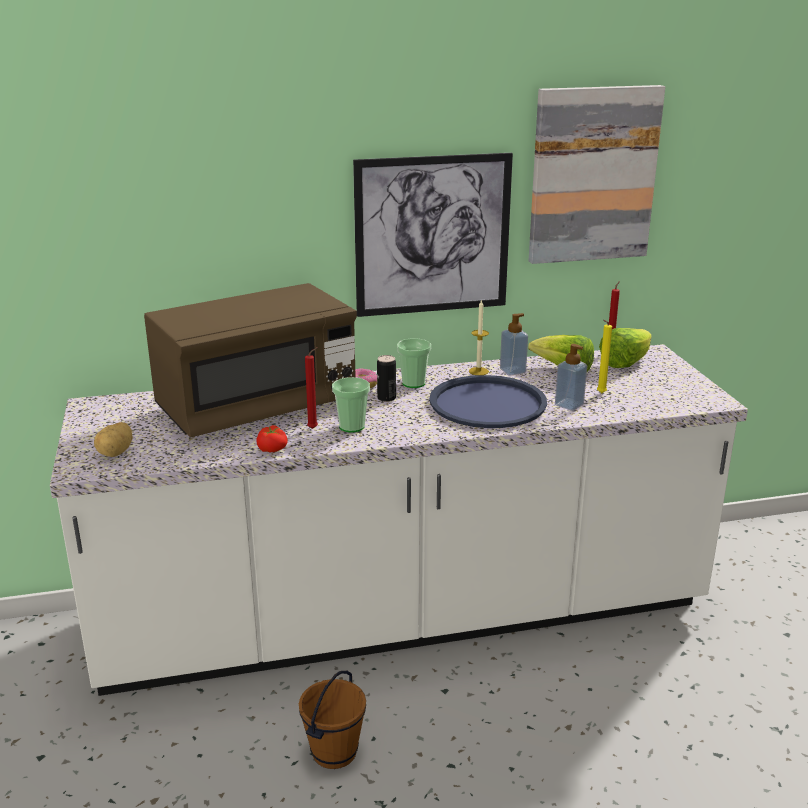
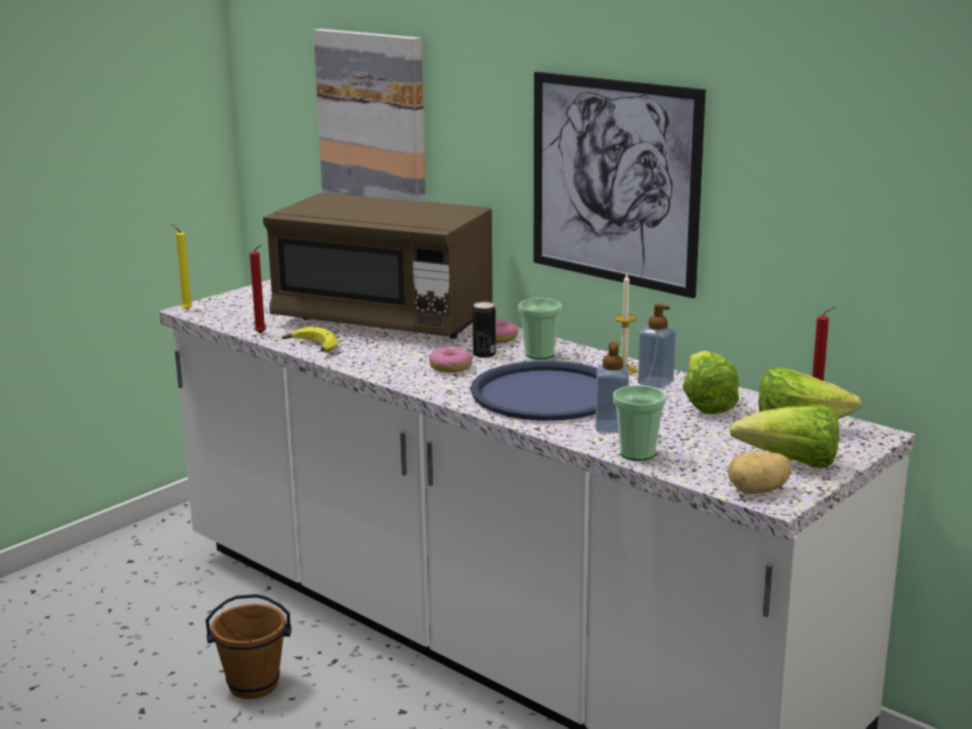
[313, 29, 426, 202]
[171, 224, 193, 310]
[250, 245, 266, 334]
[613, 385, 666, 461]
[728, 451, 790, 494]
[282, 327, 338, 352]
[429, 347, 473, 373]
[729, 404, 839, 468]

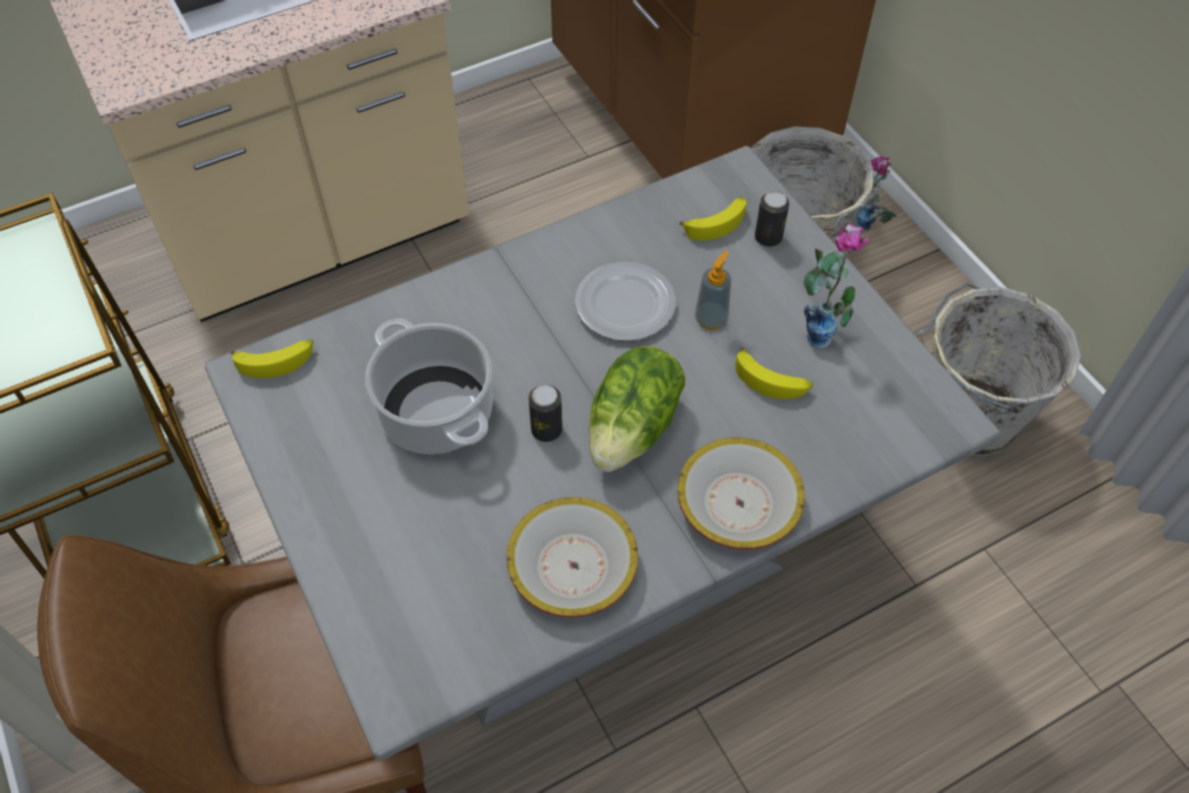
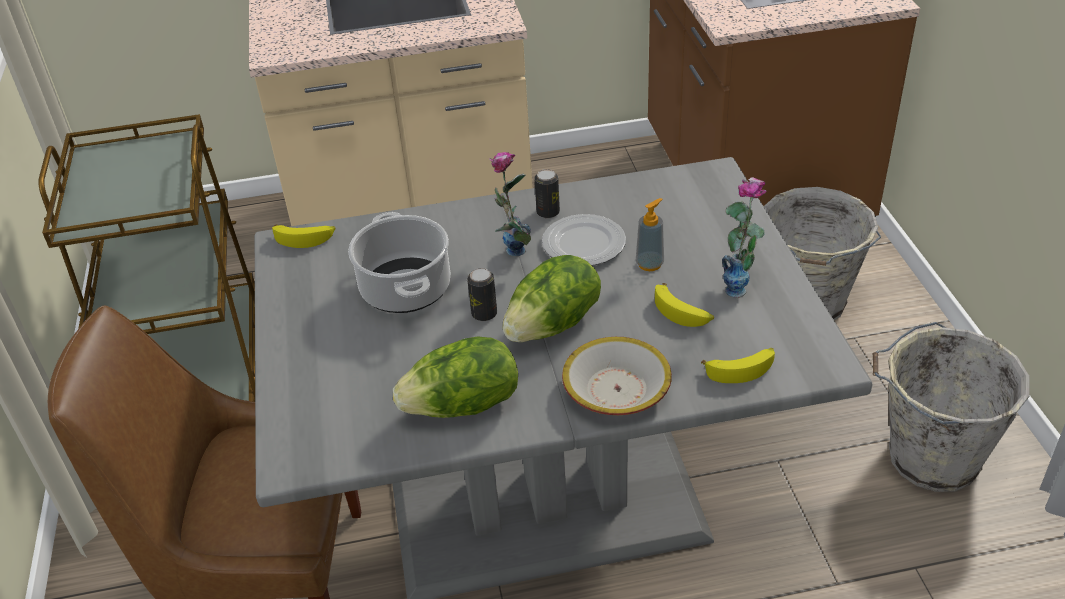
[490, 152, 531, 256]
[534, 169, 560, 219]
[701, 348, 775, 383]
[393, 337, 518, 418]

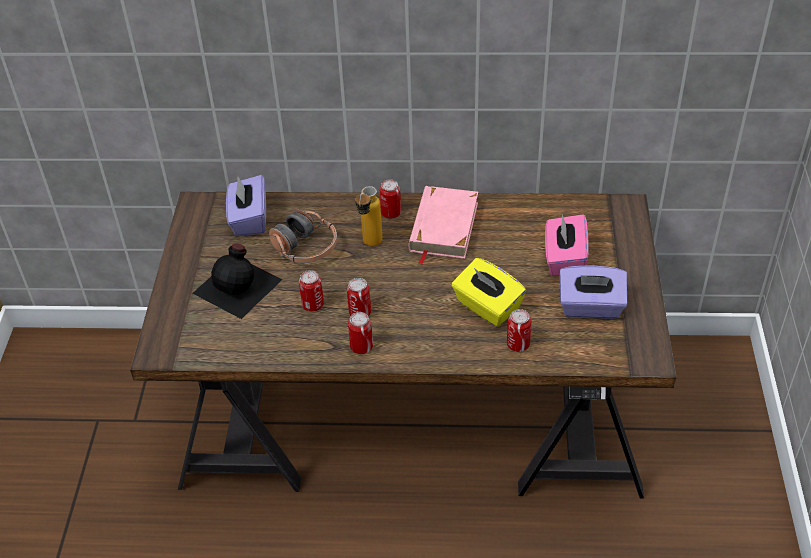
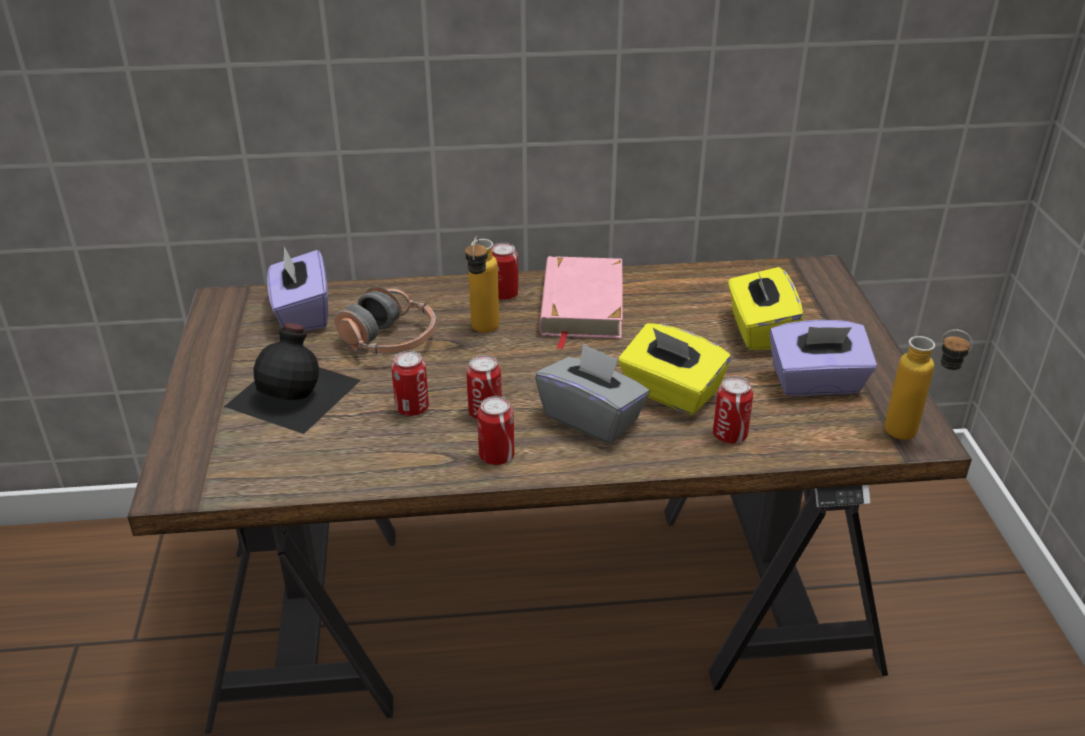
[728, 261, 803, 350]
[884, 329, 973, 440]
[535, 343, 650, 444]

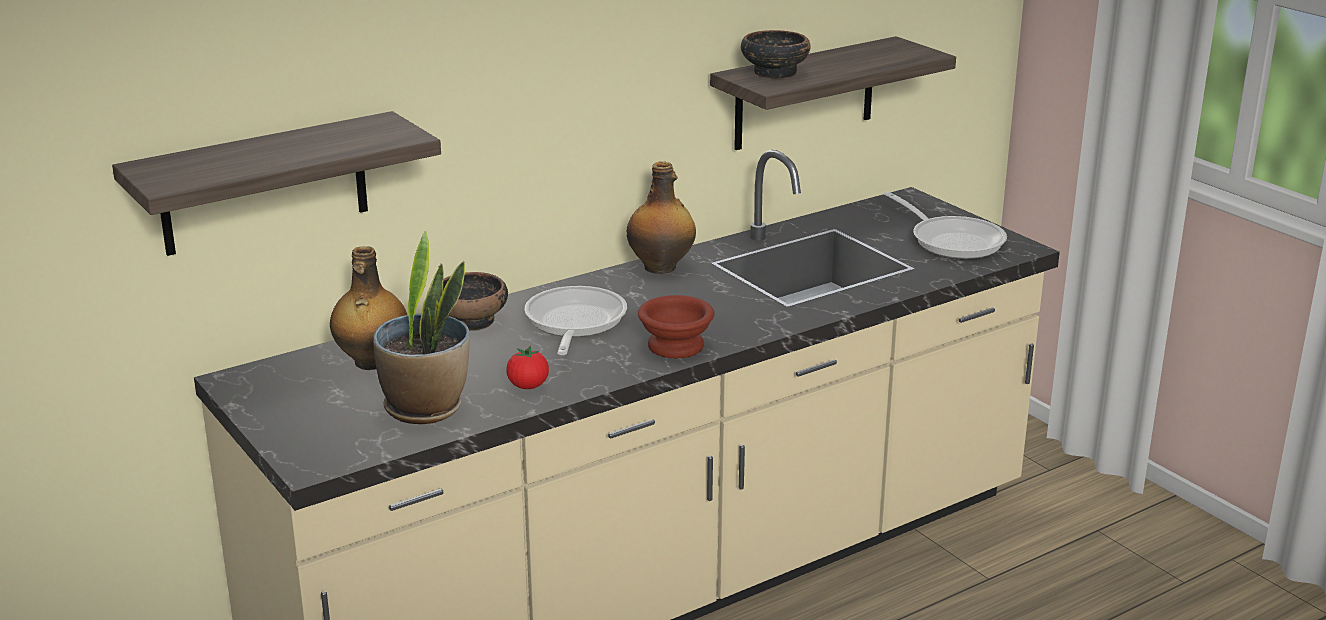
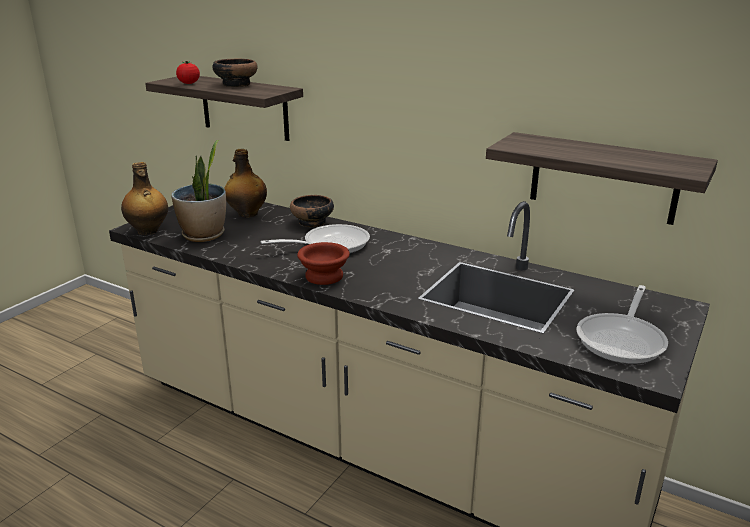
[212, 59, 258, 87]
[121, 162, 168, 235]
[176, 61, 200, 84]

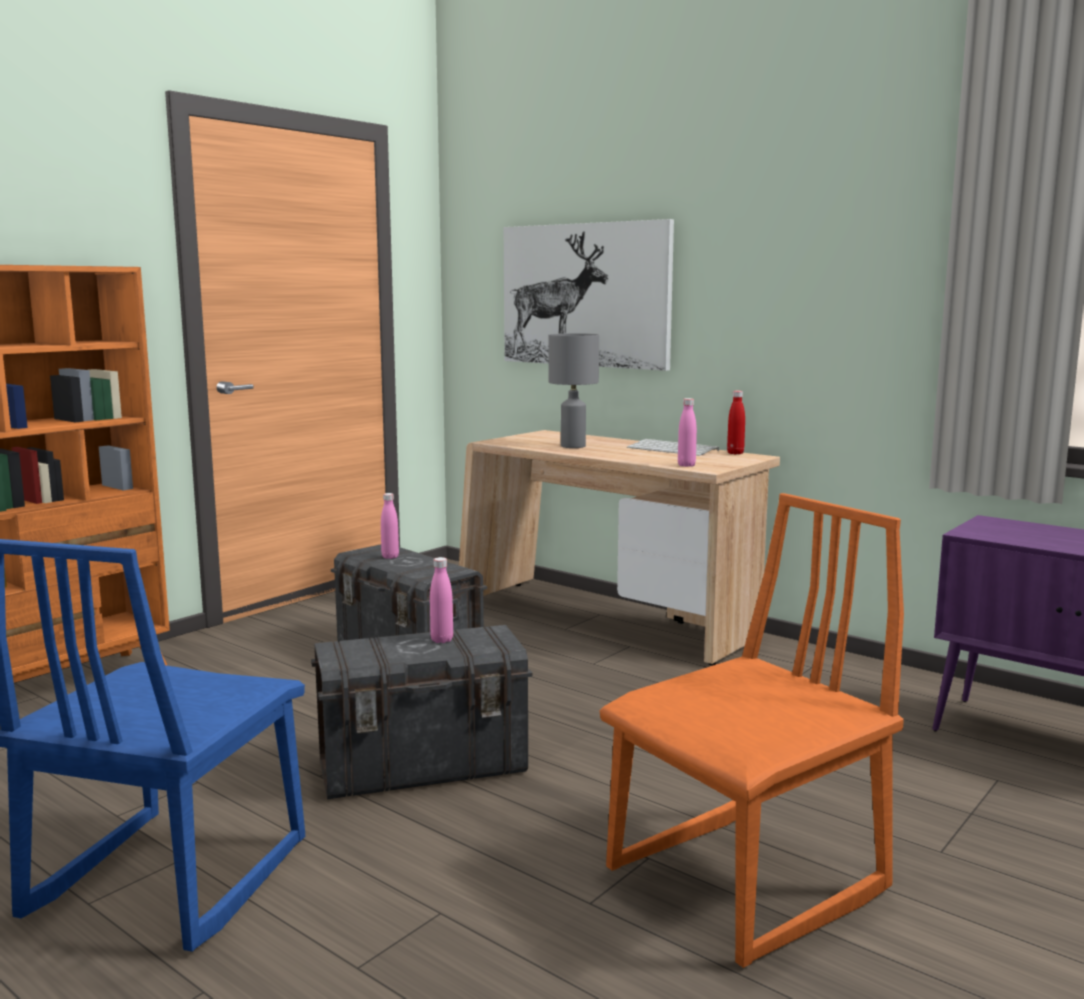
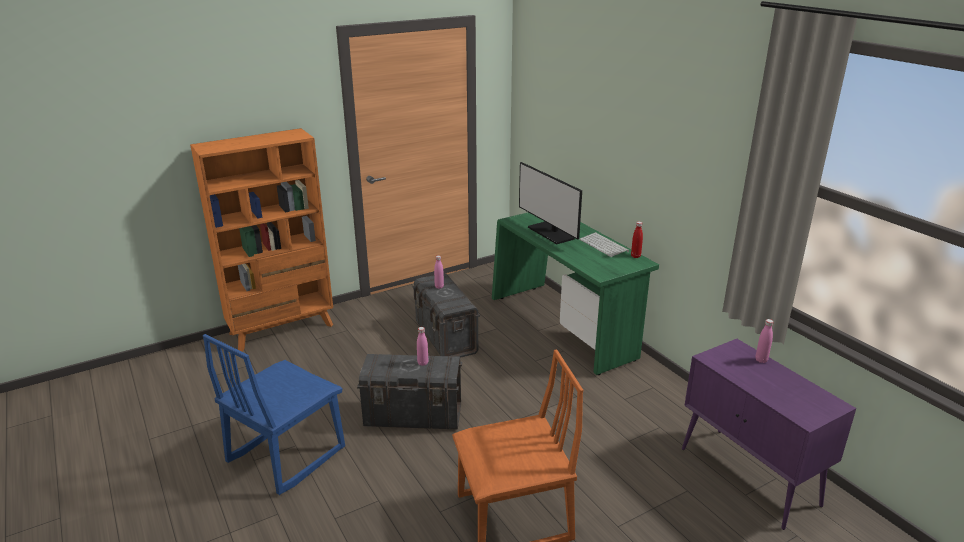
[504, 219, 674, 371] (first image)
[519, 162, 582, 244]
[755, 319, 773, 363]
[492, 212, 659, 375]

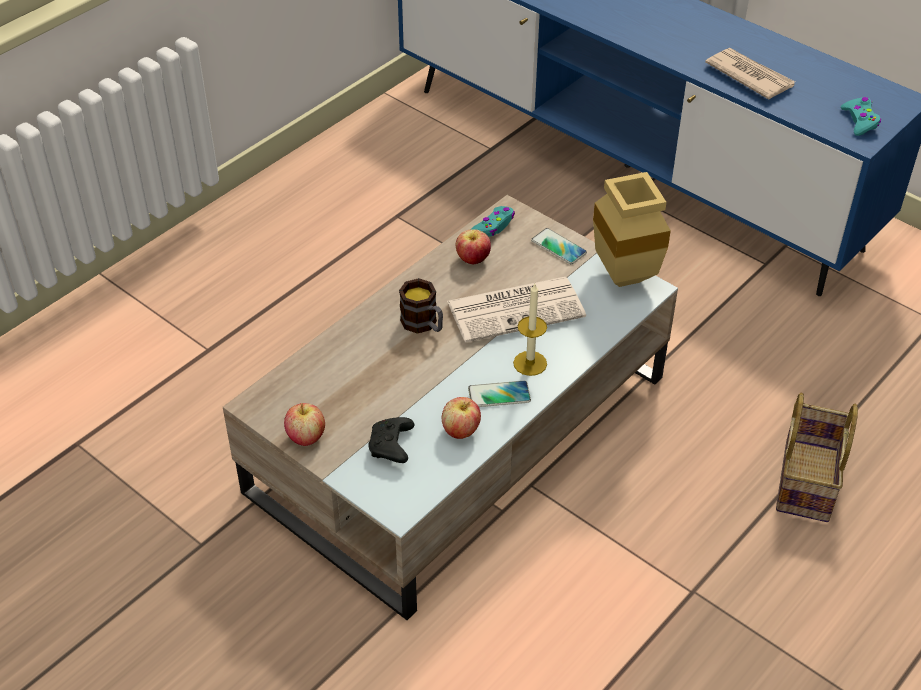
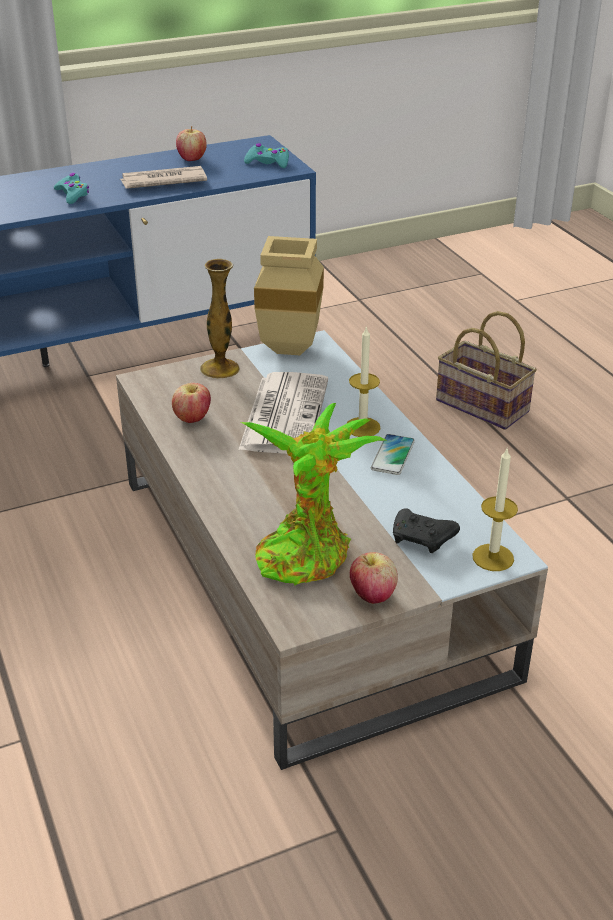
[54, 173, 89, 204]
[200, 259, 240, 379]
[399, 278, 443, 334] (first image)
[176, 126, 207, 161]
[241, 403, 386, 586]
[472, 449, 518, 571]

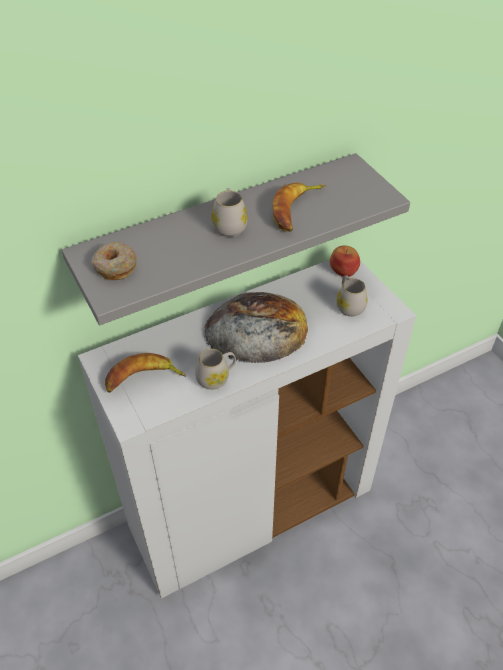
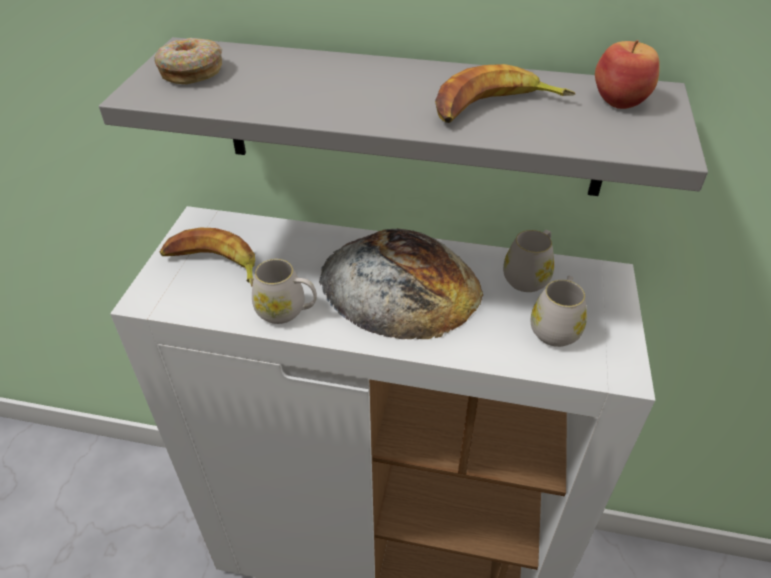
[503, 230, 554, 292]
[595, 40, 660, 109]

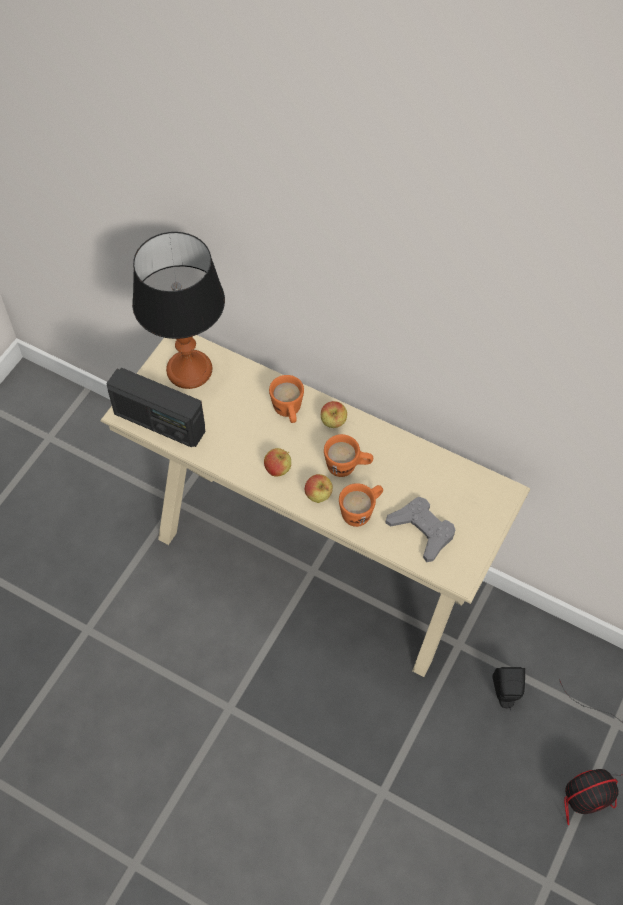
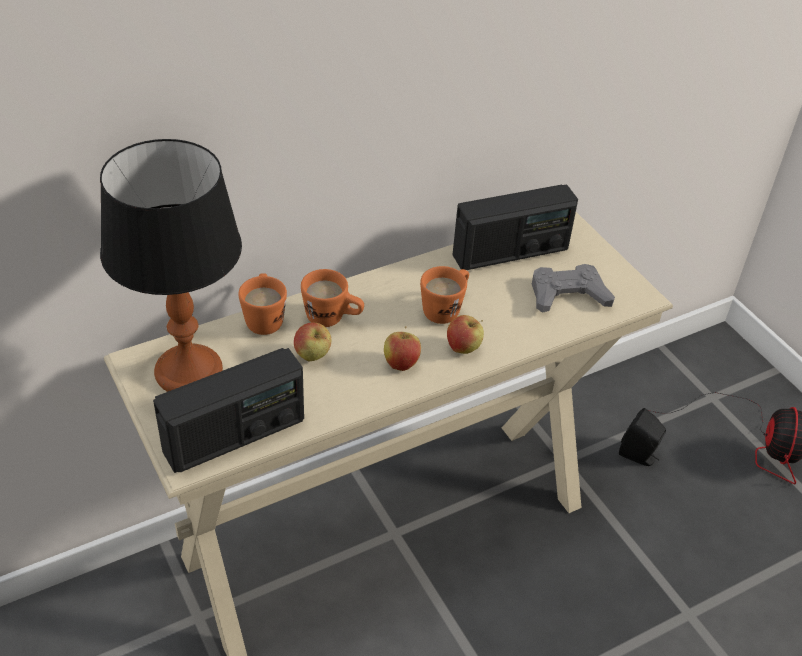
[294, 323, 331, 361]
[238, 273, 287, 335]
[453, 185, 578, 270]

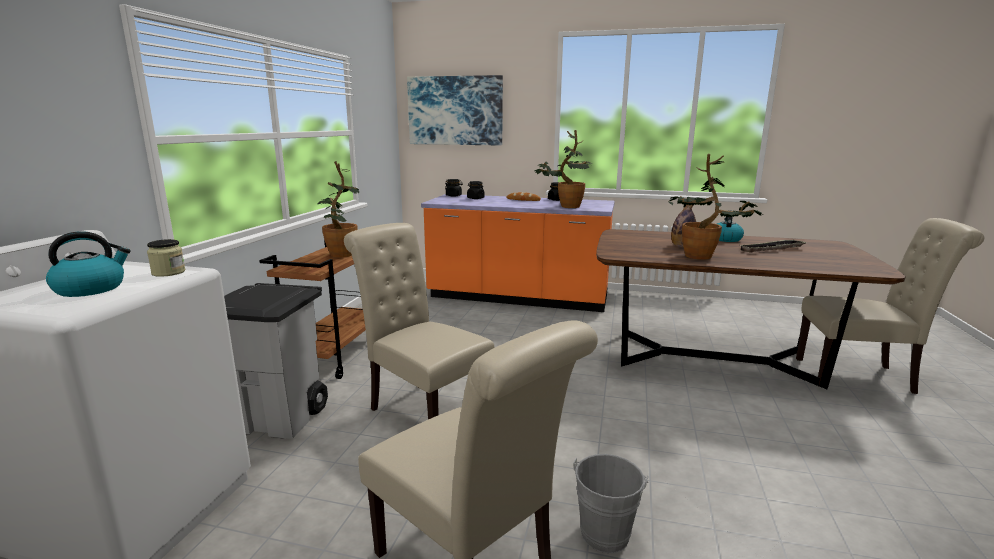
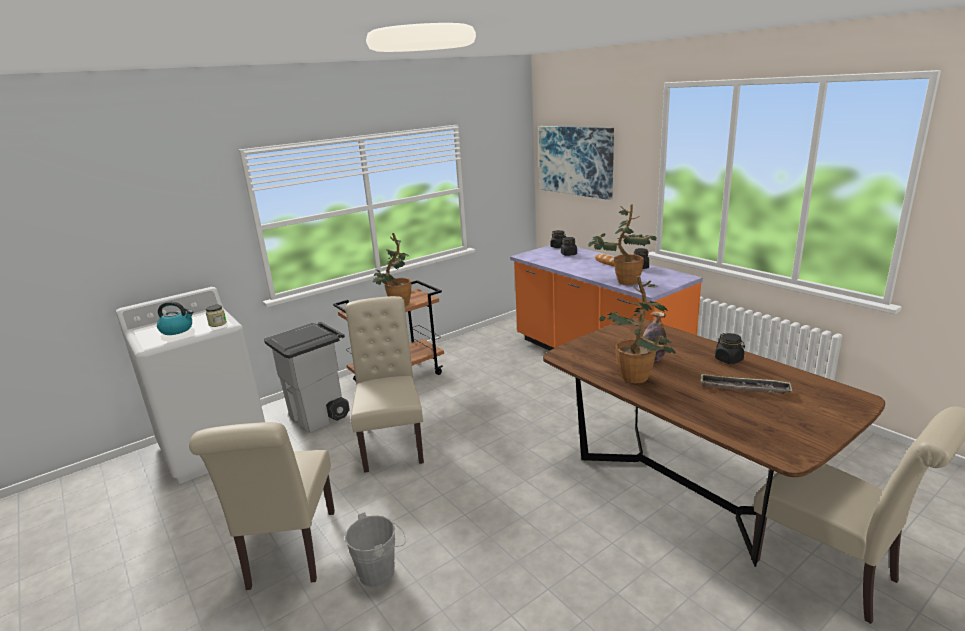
[715, 333, 745, 364]

